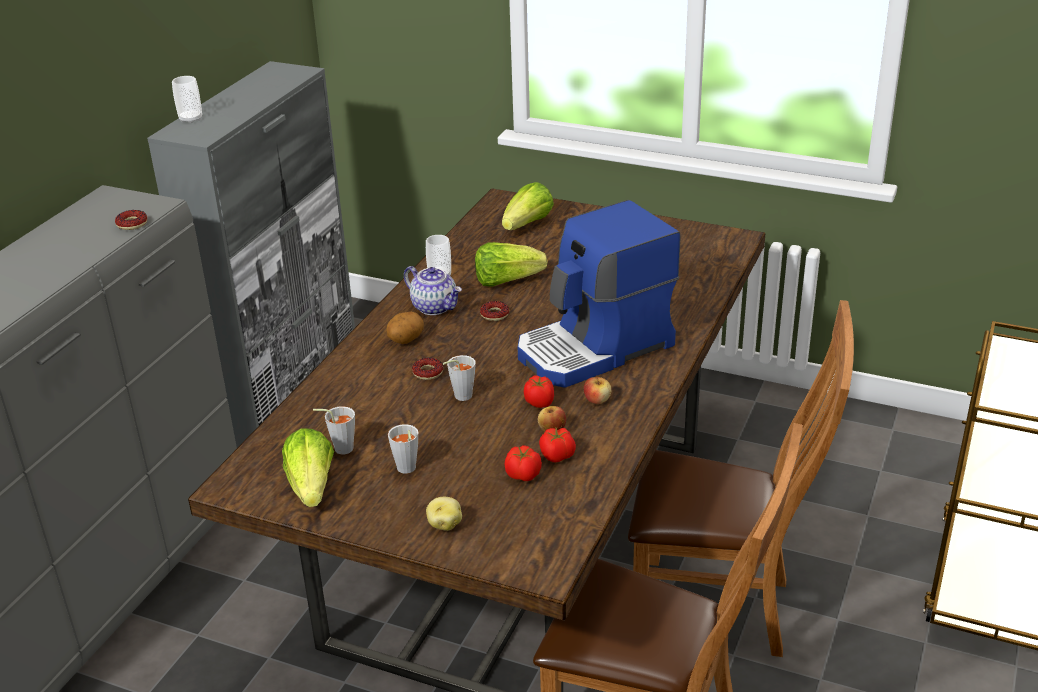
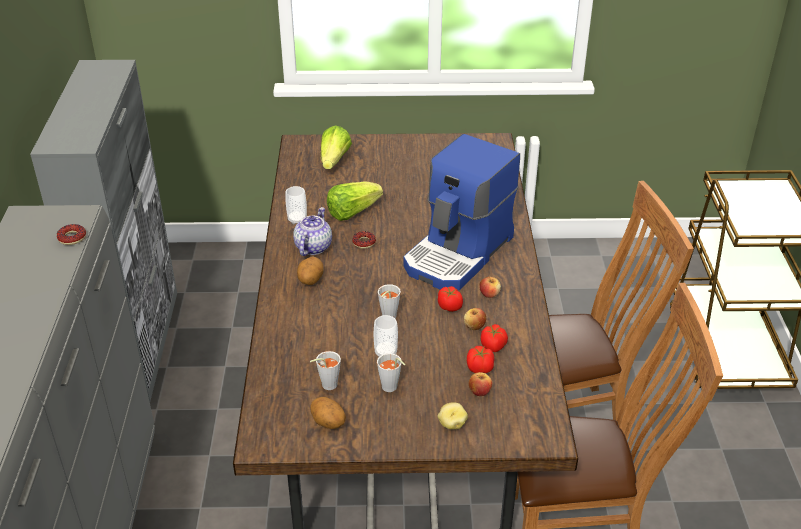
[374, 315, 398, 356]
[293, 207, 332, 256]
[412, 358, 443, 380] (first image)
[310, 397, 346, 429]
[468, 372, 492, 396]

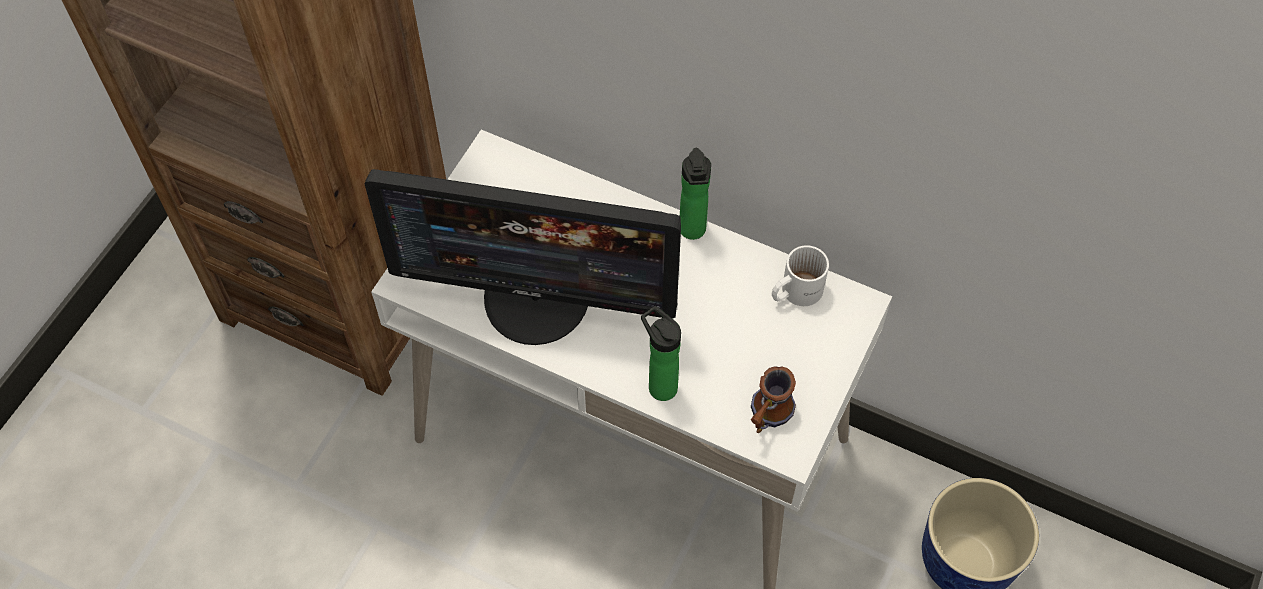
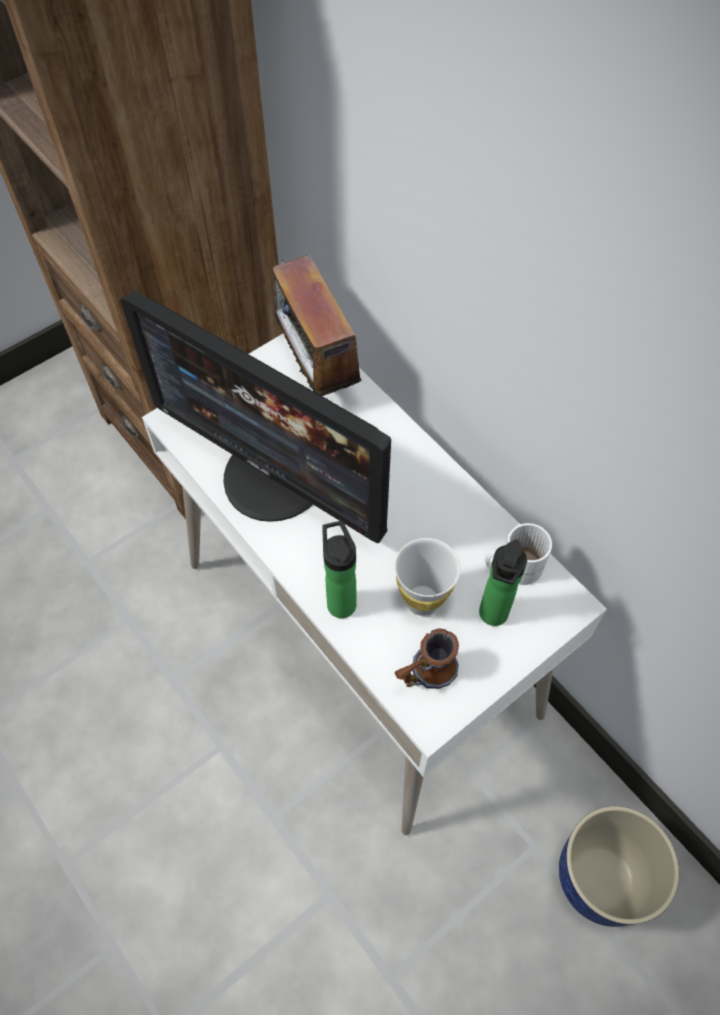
[479, 539, 527, 626]
[268, 255, 366, 399]
[395, 538, 460, 616]

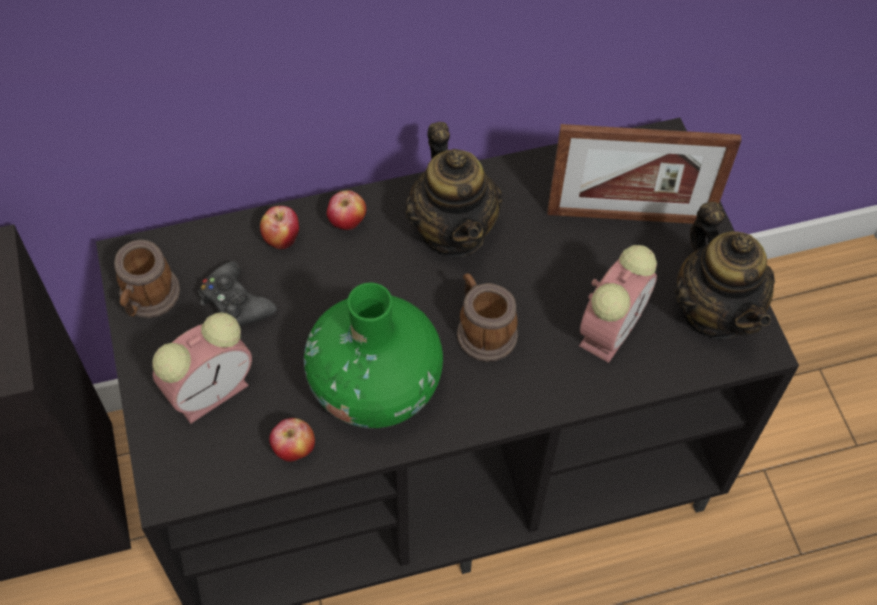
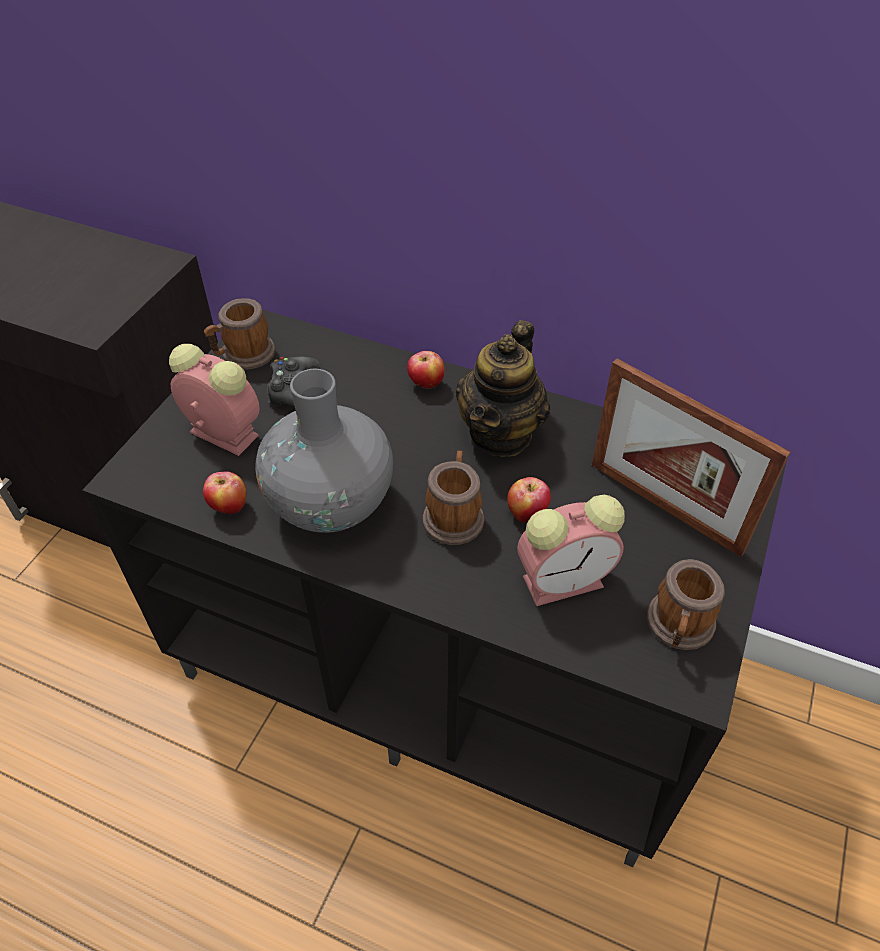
[647, 559, 725, 650]
[507, 477, 551, 523]
[255, 369, 393, 533]
[169, 344, 260, 456]

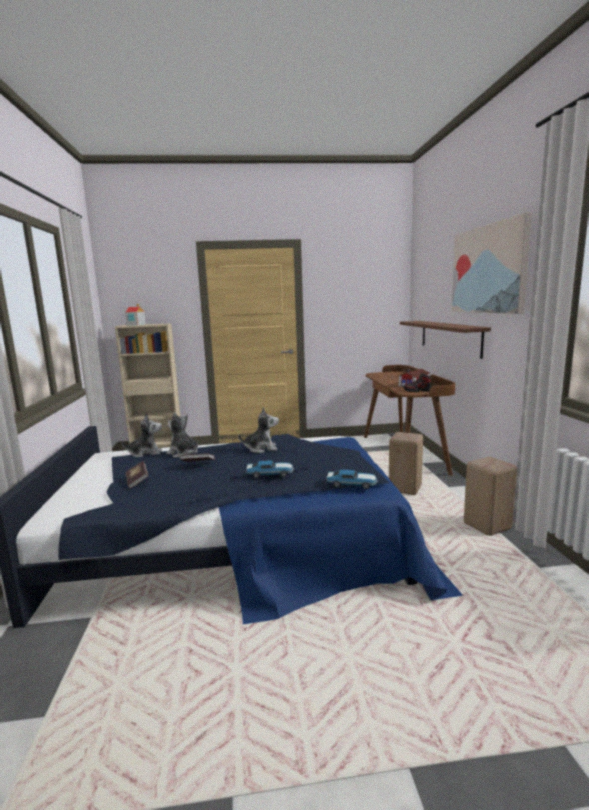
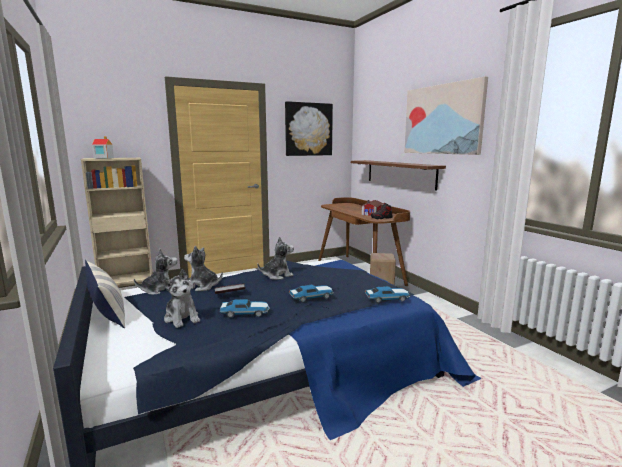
[464, 457, 517, 536] (first image)
[162, 269, 200, 328]
[285, 101, 333, 156]
[85, 260, 125, 328]
[220, 299, 270, 318]

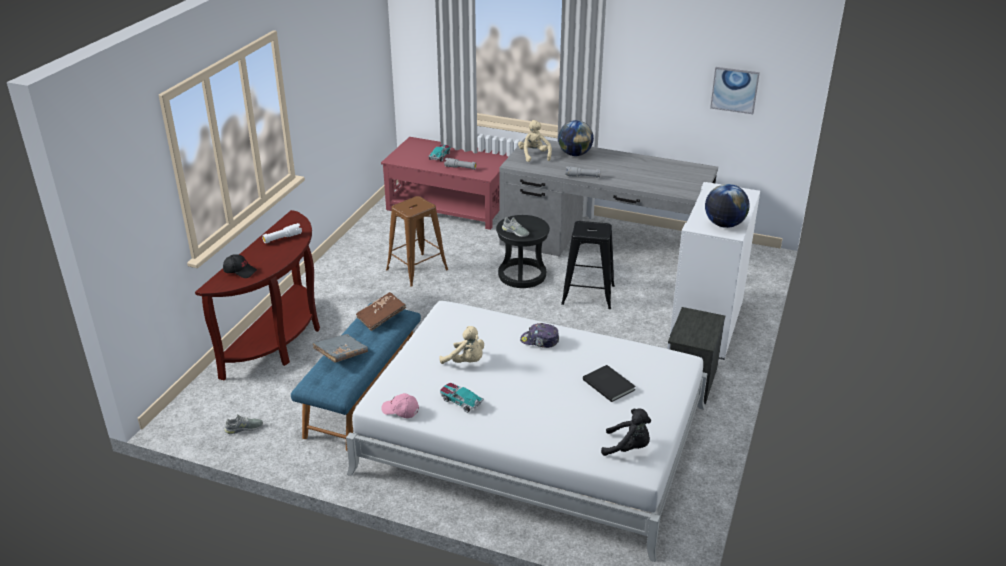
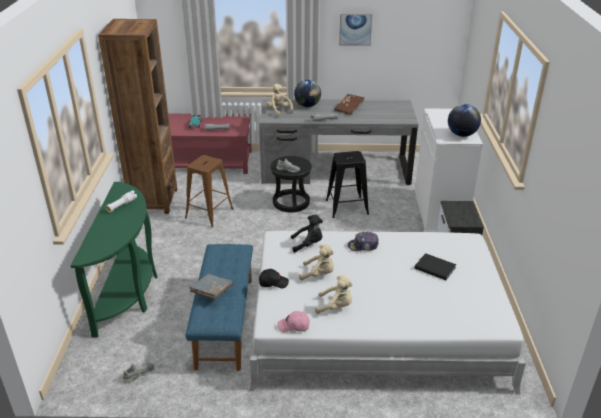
[339, 14, 372, 46]
[71, 182, 157, 338]
[259, 269, 289, 288]
[334, 94, 364, 115]
[315, 276, 353, 314]
[291, 215, 323, 252]
[98, 19, 178, 214]

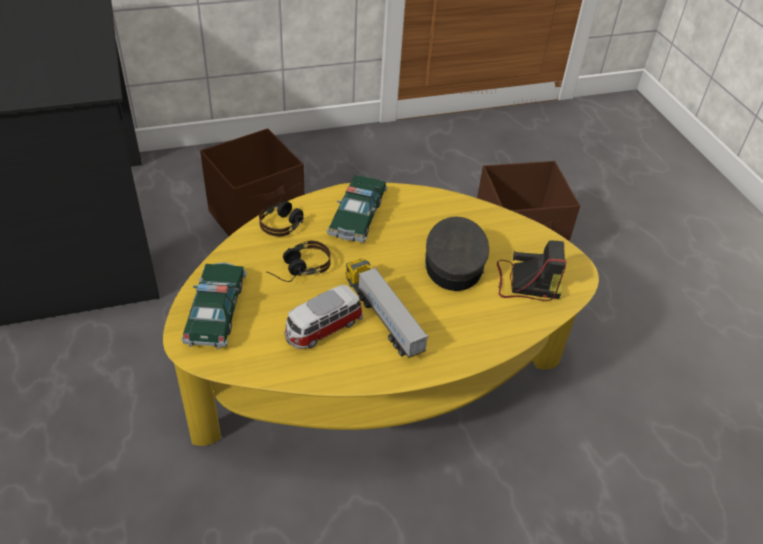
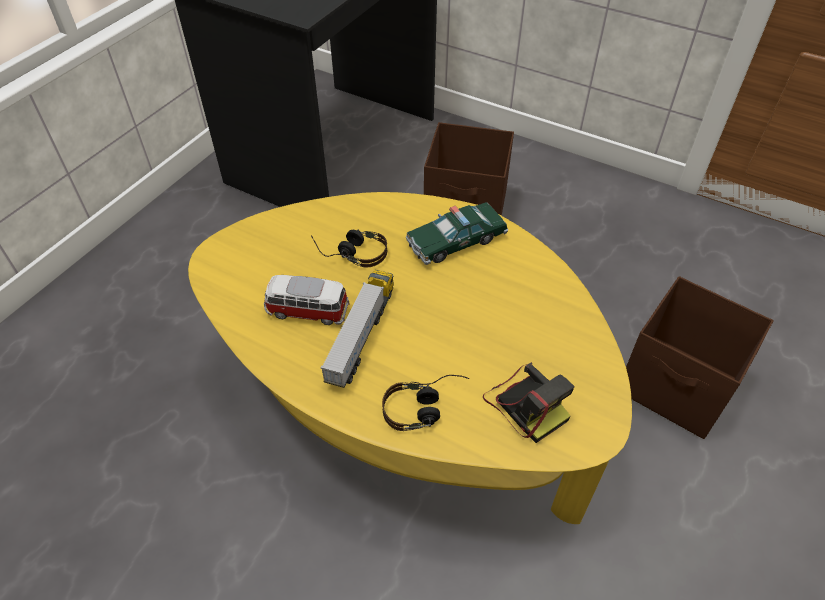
[382, 375, 469, 431]
[425, 217, 489, 291] (first image)
[181, 262, 247, 349] (first image)

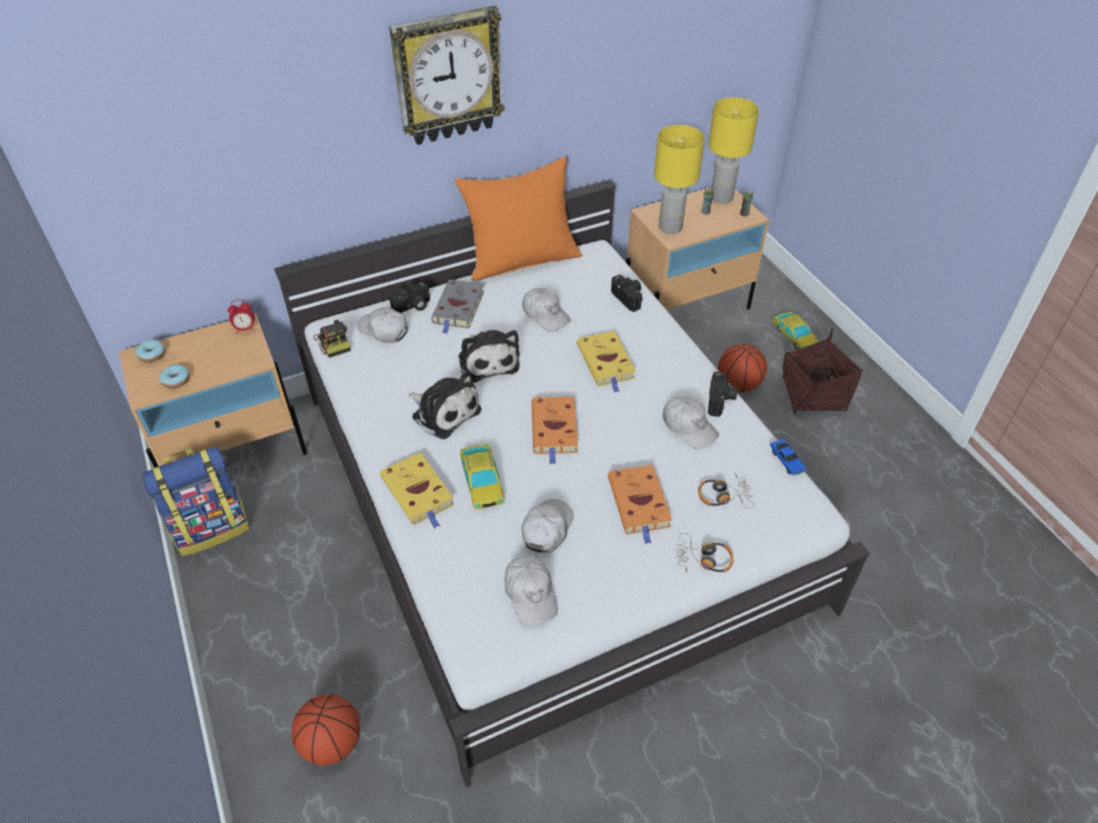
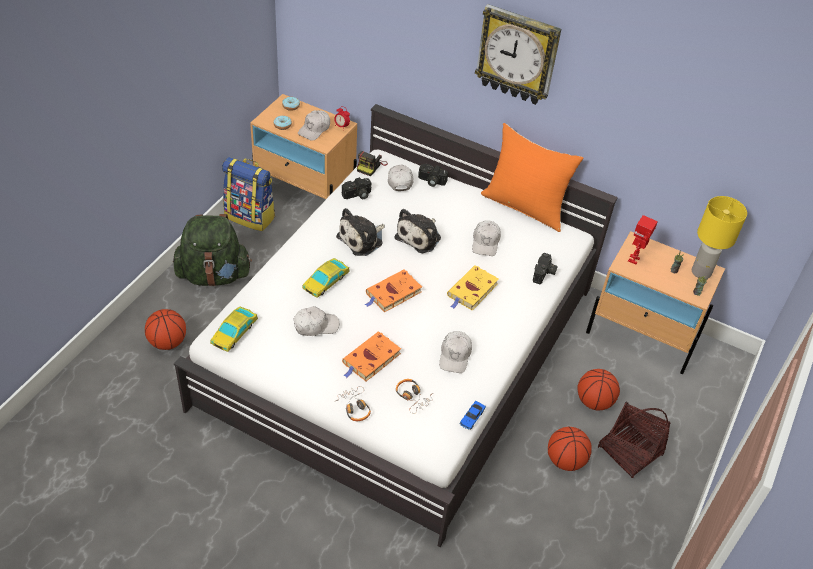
[628, 215, 658, 264]
[431, 280, 484, 334] (first image)
[210, 306, 258, 352]
[336, 208, 385, 256]
[342, 177, 371, 199]
[380, 452, 454, 528] (first image)
[298, 110, 330, 141]
[173, 214, 252, 286]
[548, 427, 592, 471]

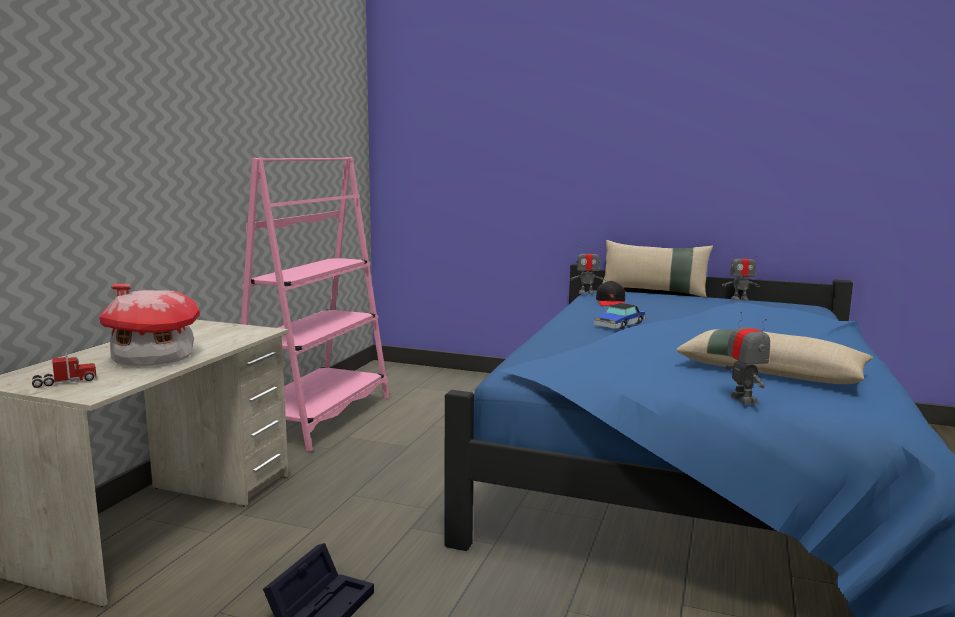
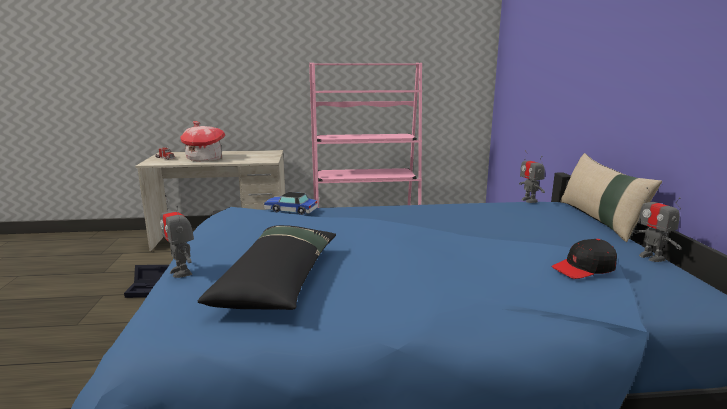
[551, 239, 617, 279]
[264, 192, 318, 215]
[160, 195, 194, 278]
[198, 225, 336, 310]

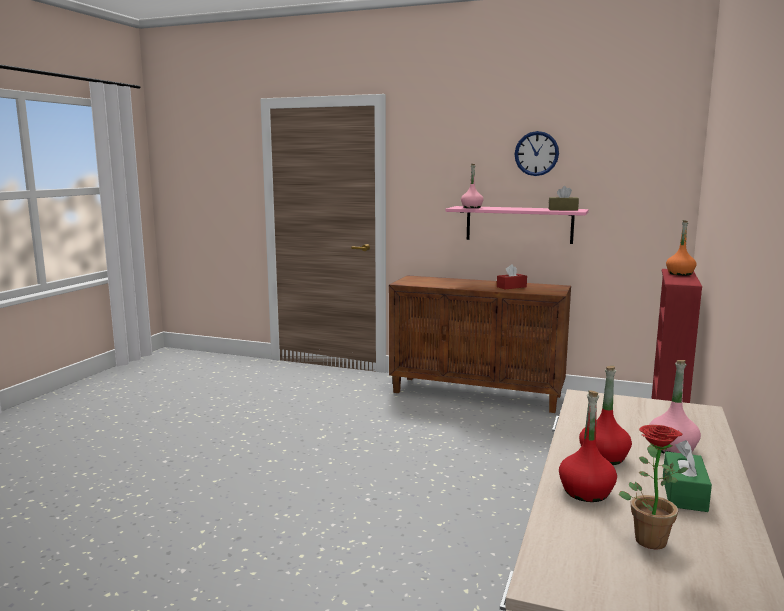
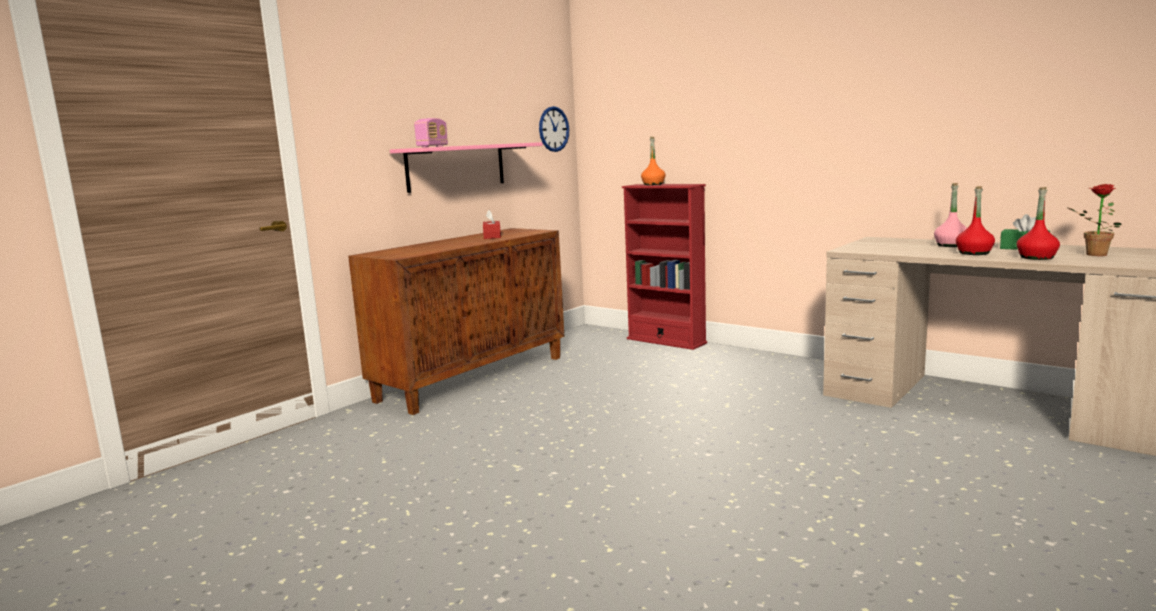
[539, 106, 569, 152]
[414, 118, 448, 147]
[549, 186, 579, 211] (first image)

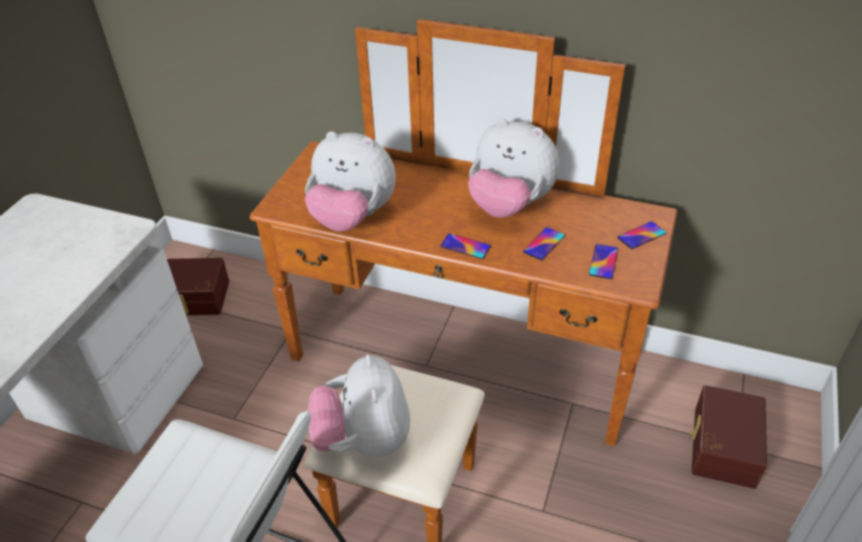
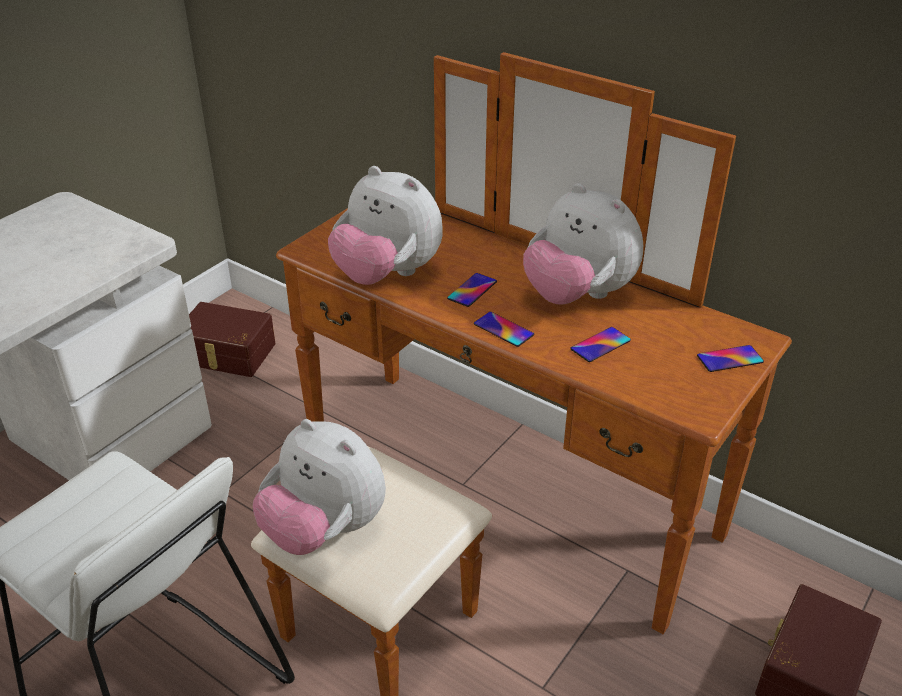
[447, 273, 497, 307]
[253, 419, 386, 555]

